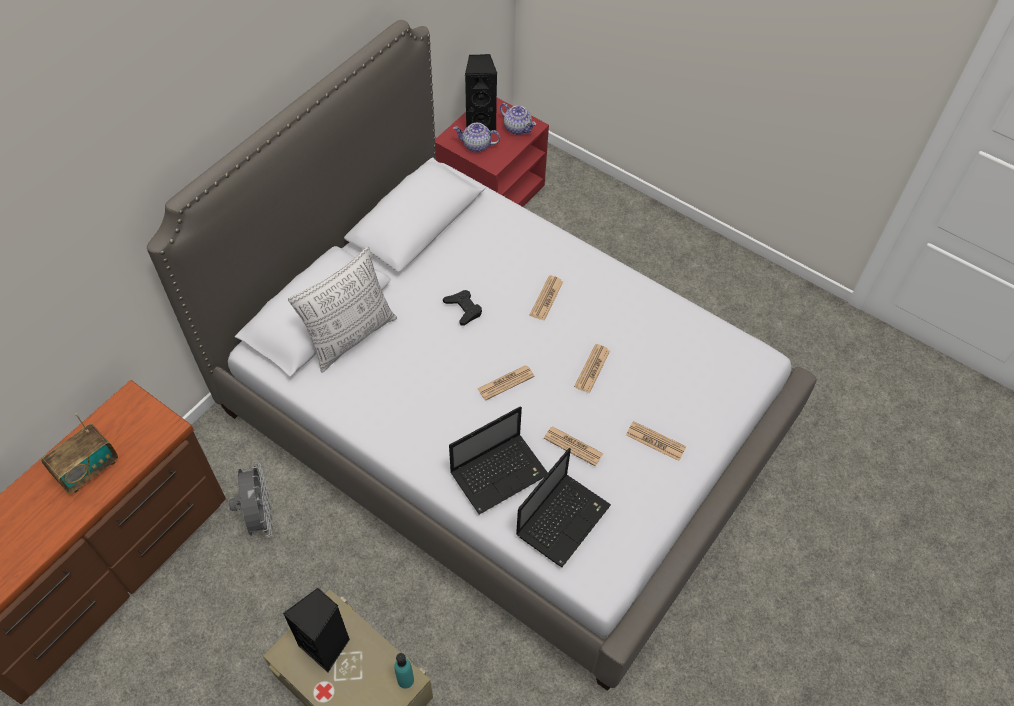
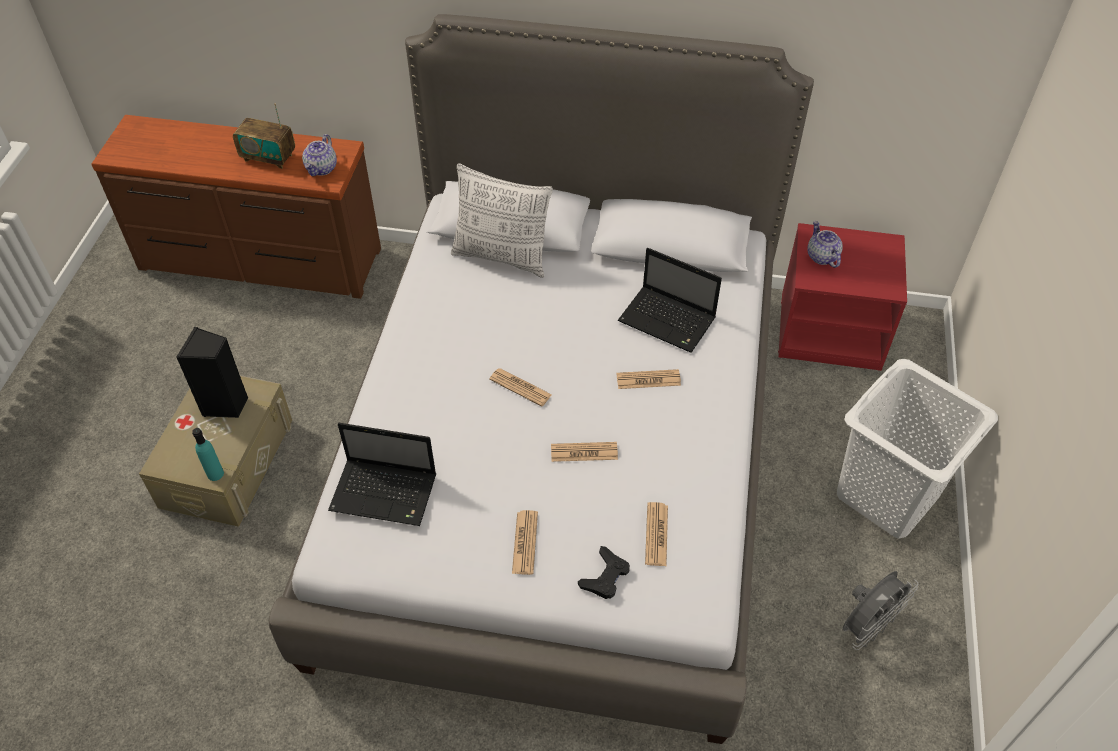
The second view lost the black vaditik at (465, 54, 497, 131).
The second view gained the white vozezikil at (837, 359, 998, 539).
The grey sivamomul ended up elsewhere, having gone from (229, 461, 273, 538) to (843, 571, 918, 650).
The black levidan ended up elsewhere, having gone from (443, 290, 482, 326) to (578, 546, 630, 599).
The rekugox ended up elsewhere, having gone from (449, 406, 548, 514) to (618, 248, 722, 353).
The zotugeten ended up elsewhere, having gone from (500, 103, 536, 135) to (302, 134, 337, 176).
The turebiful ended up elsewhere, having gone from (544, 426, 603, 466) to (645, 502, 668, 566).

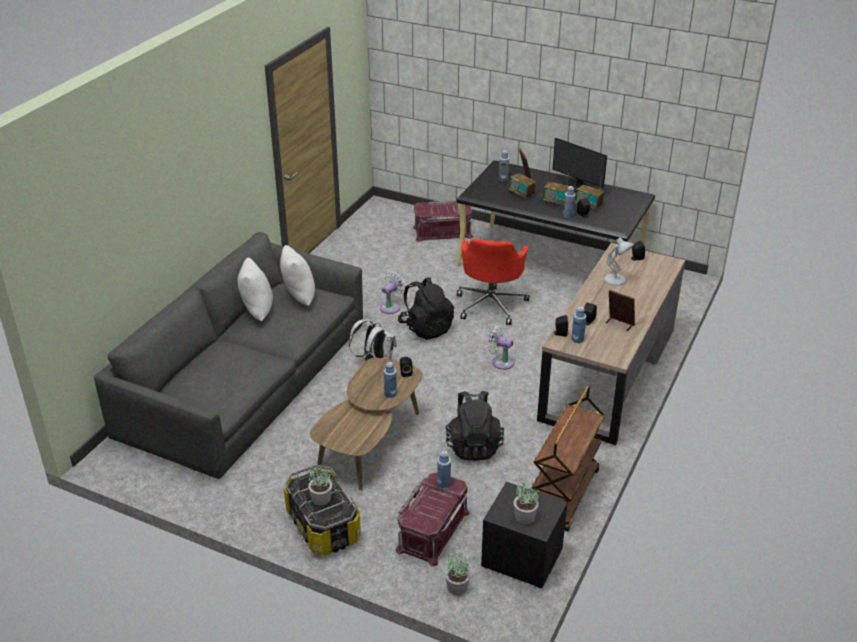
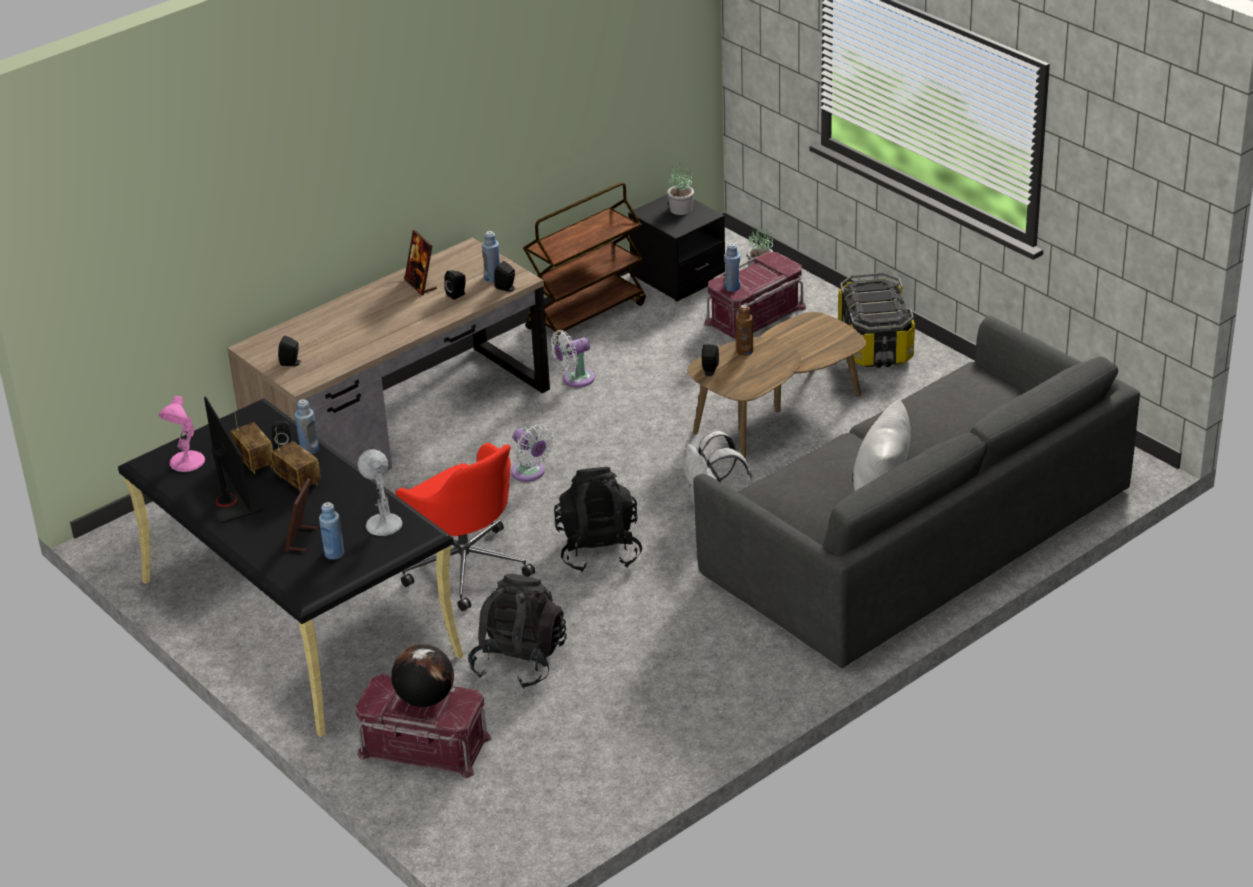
The second view lost the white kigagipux at (280, 245, 315, 306).
The second view lost the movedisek at (308, 464, 332, 506).
The second view lost the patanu at (508, 173, 536, 200).
The second view gained the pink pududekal at (158, 396, 205, 472).
The second view gained the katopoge at (391, 644, 454, 707).
The white sivamomul ended up elsewhere, having gone from (380, 272, 406, 314) to (551, 330, 595, 387).
The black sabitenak ended up elsewhere, having gone from (445, 391, 504, 461) to (468, 574, 567, 689).
The white pududekal ended up elsewhere, having gone from (604, 238, 634, 286) to (358, 449, 403, 536).
What was the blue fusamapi at (384, 362, 397, 398) turned into the brown fusamapi at (736, 304, 753, 356).
The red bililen at (457, 239, 530, 325) ended up facing another way, 105 degrees clockwise from before.

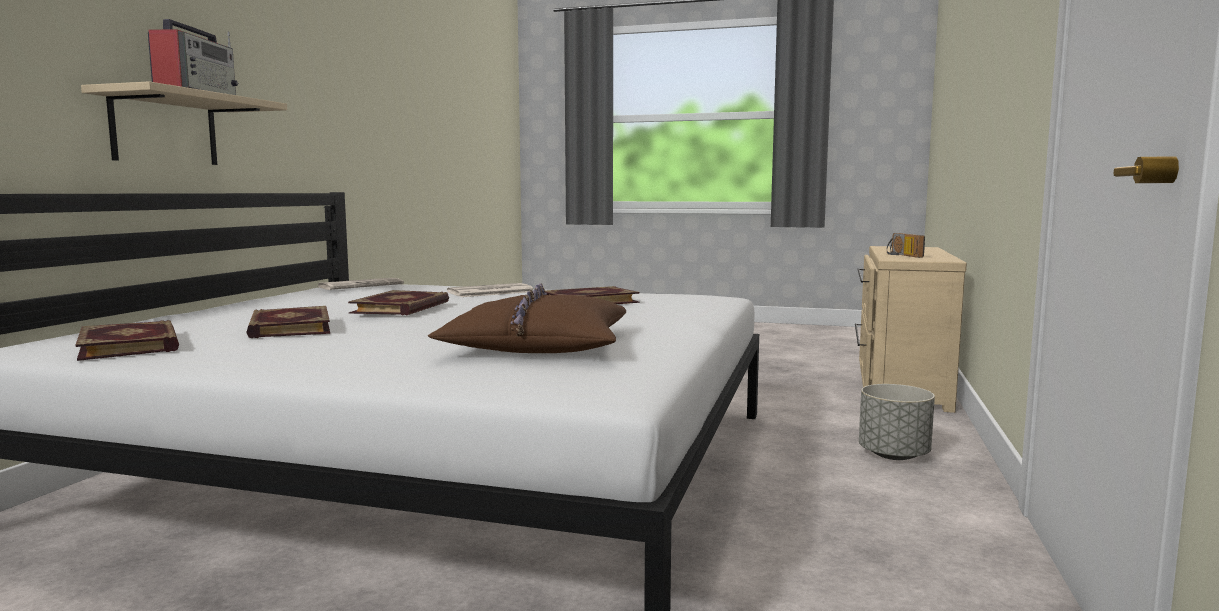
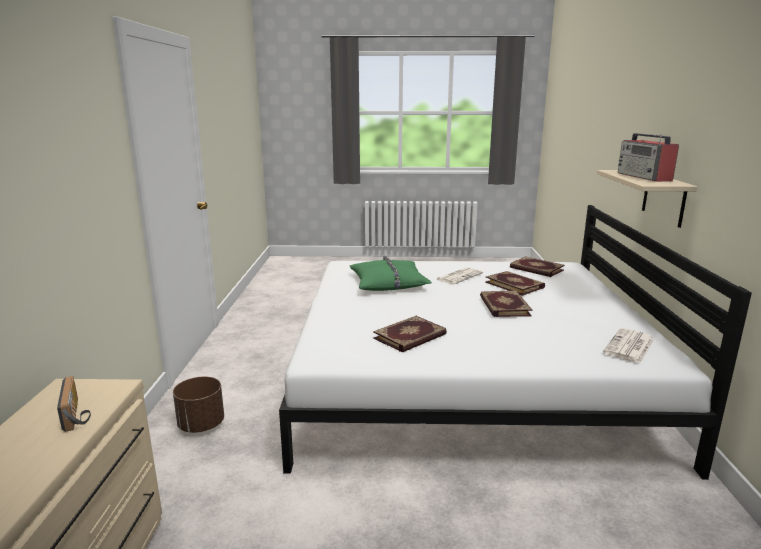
The turebiful ended up elsewhere, having gone from (447, 283, 533, 297) to (437, 267, 483, 284).
What was the brown kigagipux at (428, 283, 626, 353) turned into the green kigagipux at (350, 256, 432, 291).
What was the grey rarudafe at (859, 384, 935, 460) turned into the brown rarudafe at (173, 377, 224, 433).

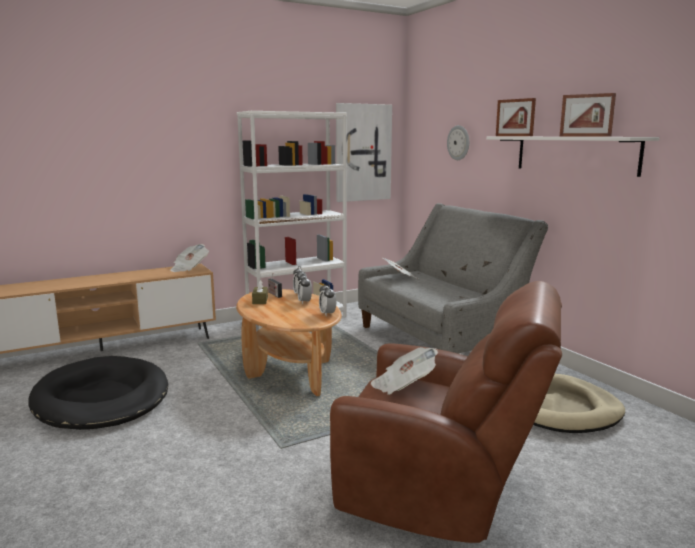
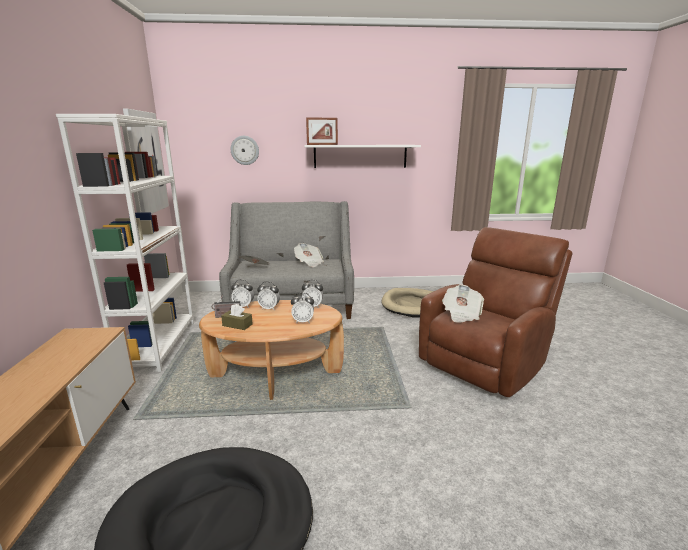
The second view lost the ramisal at (560, 93, 616, 137).
The second view gained the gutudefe at (291, 293, 314, 323).
The turebiful ended up elsewhere, having gone from (170, 244, 209, 272) to (294, 243, 324, 267).

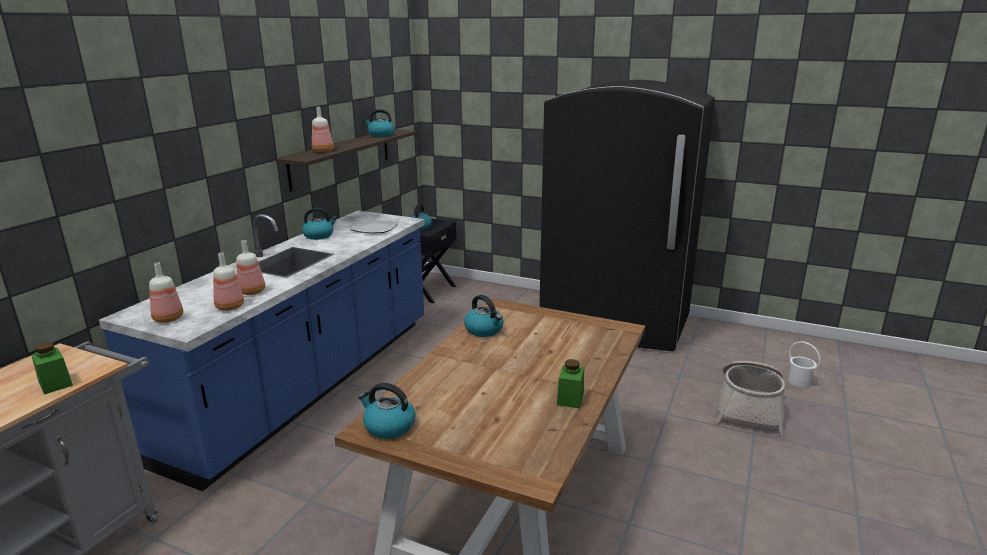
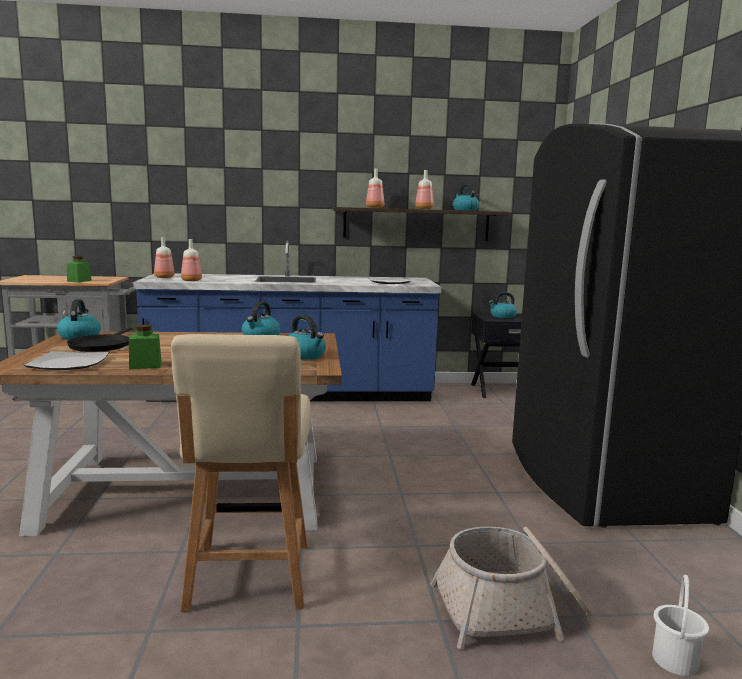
The second view gained the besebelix at (24, 351, 109, 370).
The second view gained the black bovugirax at (67, 327, 133, 352).
The second view gained the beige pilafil at (171, 334, 311, 612).
The fusamapi ended up elsewhere, having gone from (236, 240, 265, 295) to (415, 170, 434, 209).
The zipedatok ended up elsewhere, having gone from (302, 208, 337, 240) to (288, 315, 326, 360).

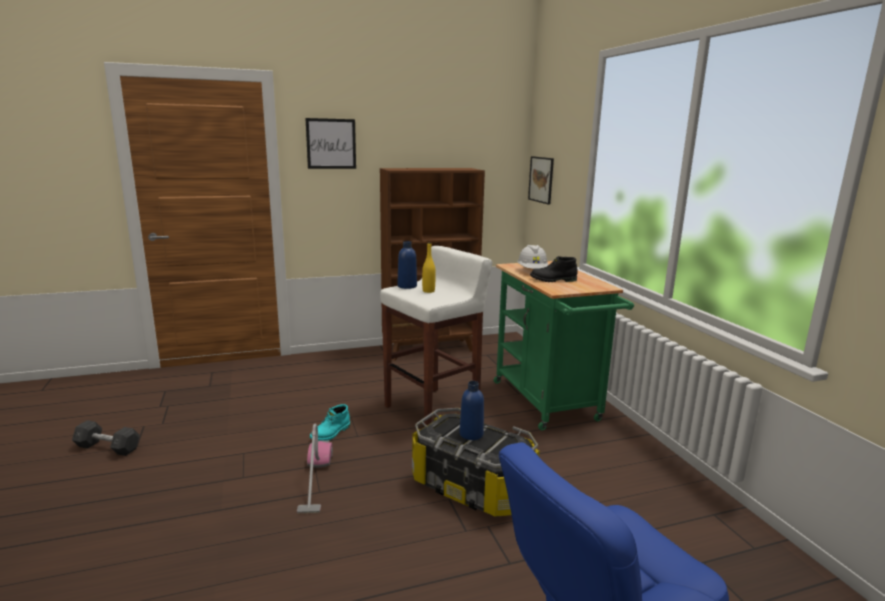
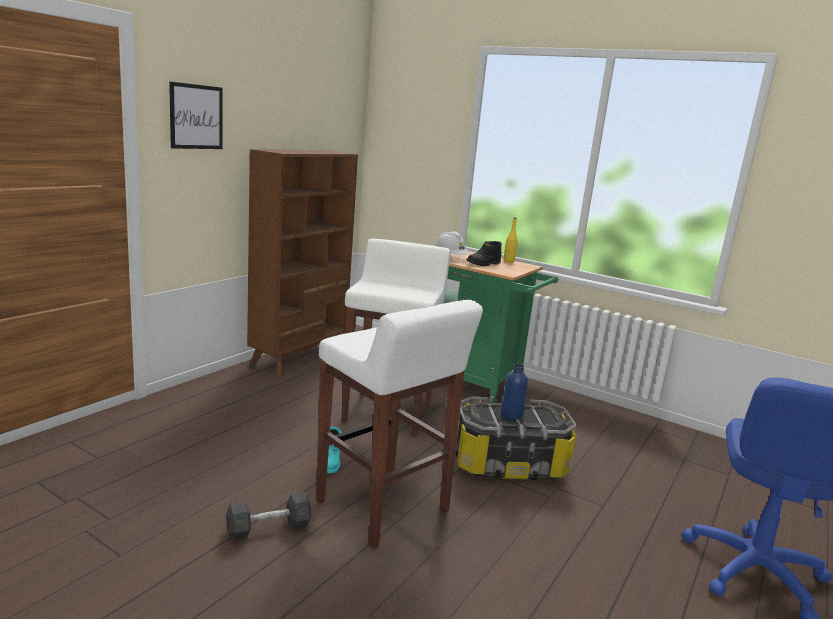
The second view lost the blue fusamapi at (397, 241, 417, 289).
The second view lost the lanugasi at (528, 156, 554, 205).
The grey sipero ended up elsewhere, having gone from (72, 420, 140, 456) to (226, 492, 312, 541).
The yellow fusamapi ended up elsewhere, having gone from (422, 242, 436, 293) to (504, 218, 518, 263).
Where the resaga stood at (297, 423, 333, 513), the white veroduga came to stand at (316, 300, 483, 549).

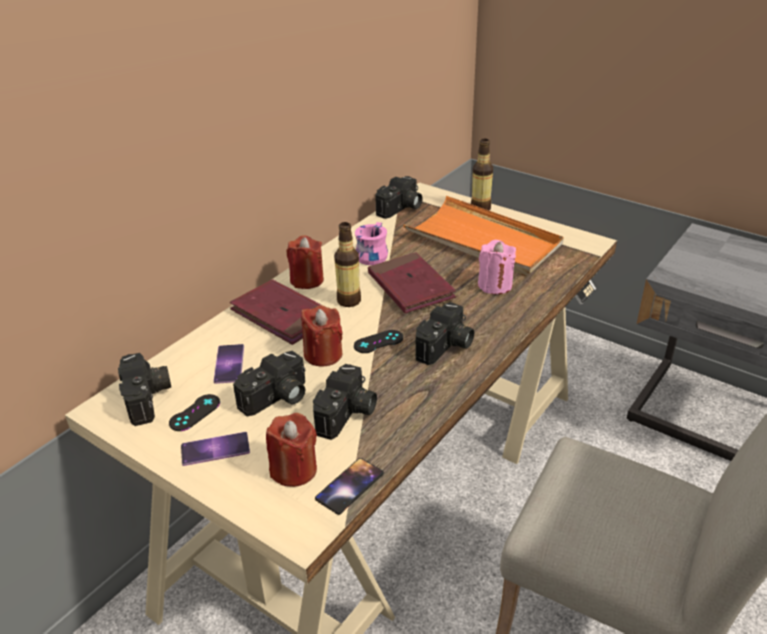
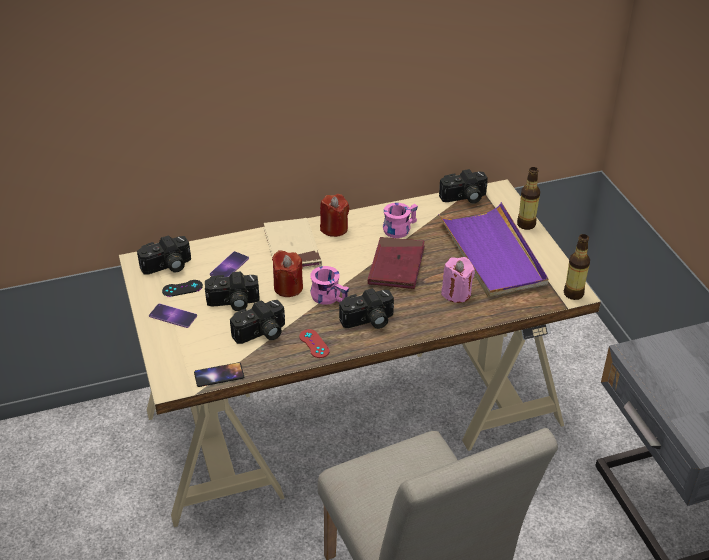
The second view lost the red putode at (266, 413, 317, 487).
The second view gained the red levidan at (299, 329, 330, 358).
The fusamapi ended up elsewhere, having gone from (334, 222, 361, 307) to (564, 234, 590, 300).
Where the black levidan stood at (354, 330, 403, 353), the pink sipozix came to stand at (310, 266, 349, 305).
What was the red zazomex at (230, 279, 321, 345) turned into the beige zazomex at (264, 218, 322, 268).
What was the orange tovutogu at (404, 196, 564, 276) turned into the purple tovutogu at (439, 202, 548, 297).
The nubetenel at (118, 353, 171, 426) ended up facing another way, 45 degrees clockwise from before.

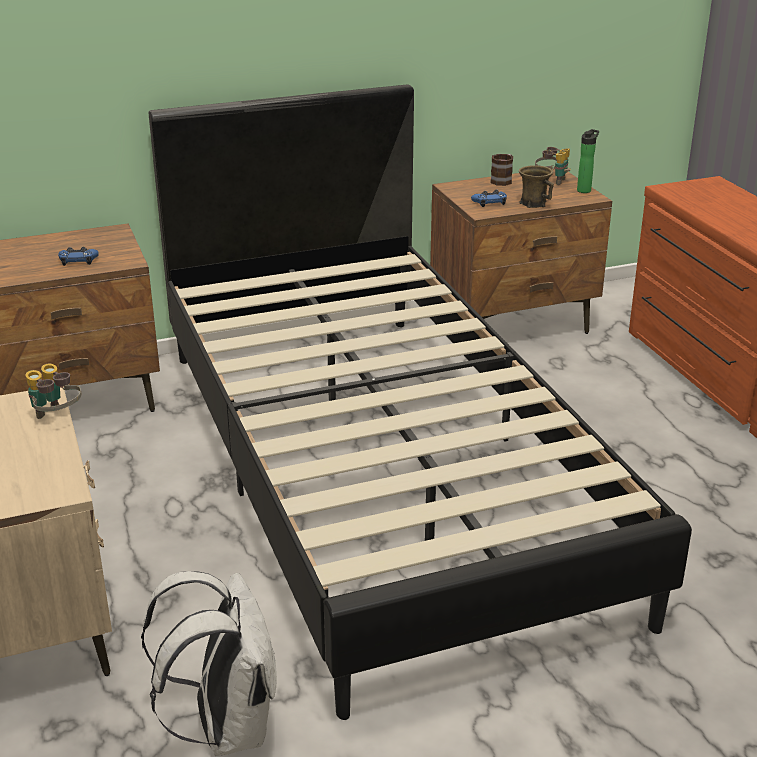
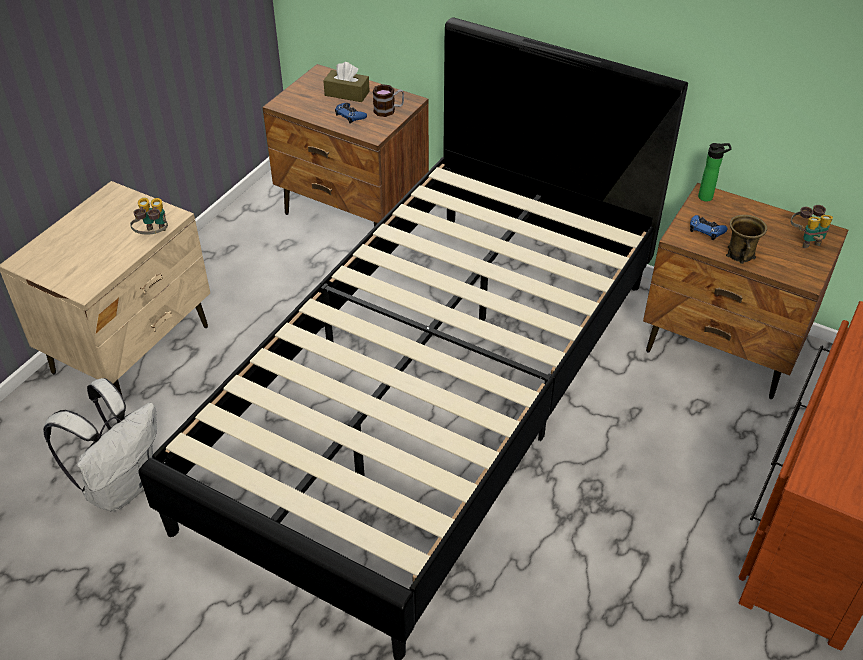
The second view gained the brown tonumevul at (323, 62, 370, 102).
The sipozix ended up elsewhere, having gone from (490, 154, 513, 186) to (373, 84, 404, 117).
The fusamapi ended up elsewhere, having gone from (577, 129, 599, 193) to (698, 143, 732, 202).

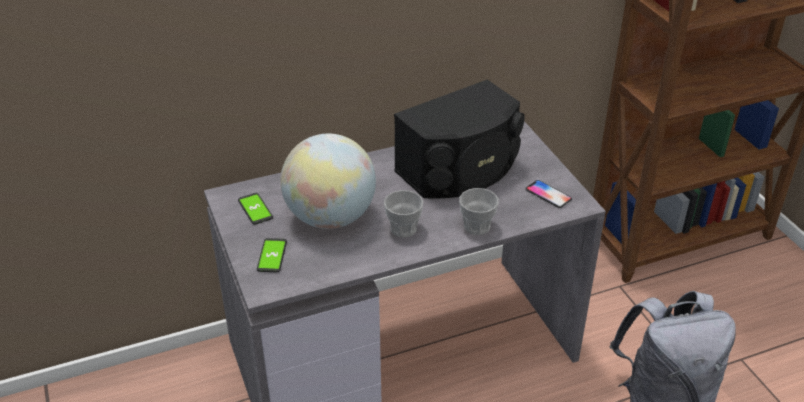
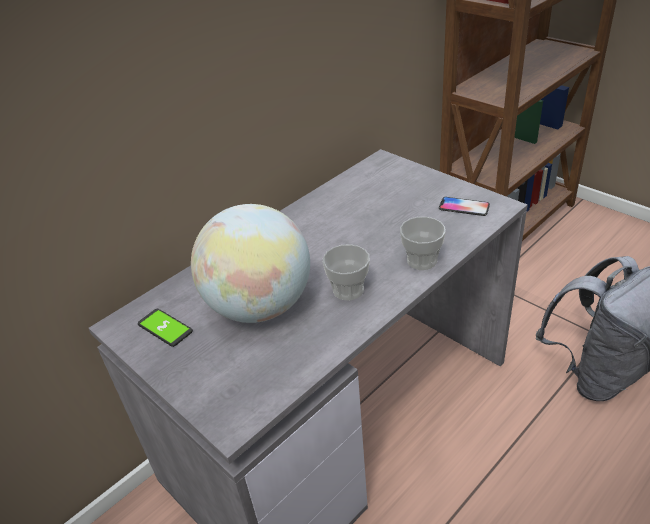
The second view lost the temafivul at (257, 238, 287, 272).
The second view lost the black vaditik at (394, 79, 525, 199).

